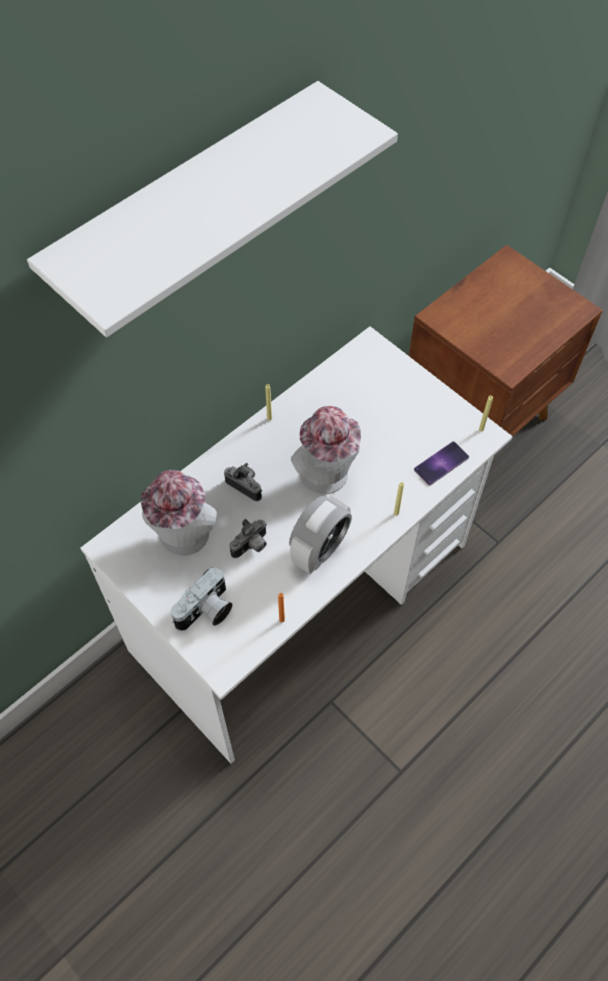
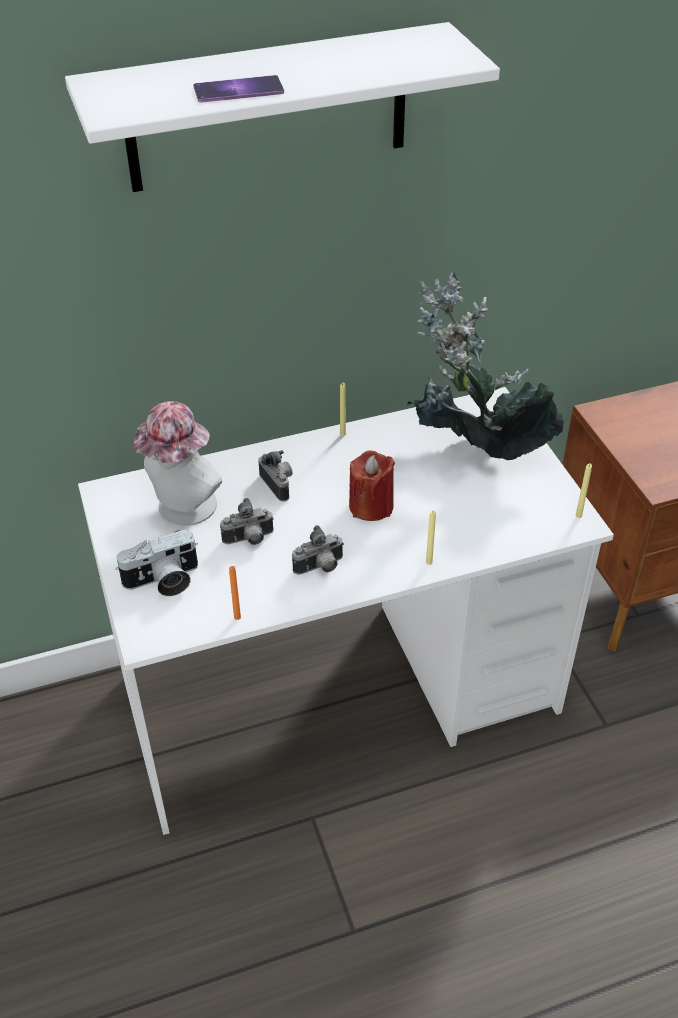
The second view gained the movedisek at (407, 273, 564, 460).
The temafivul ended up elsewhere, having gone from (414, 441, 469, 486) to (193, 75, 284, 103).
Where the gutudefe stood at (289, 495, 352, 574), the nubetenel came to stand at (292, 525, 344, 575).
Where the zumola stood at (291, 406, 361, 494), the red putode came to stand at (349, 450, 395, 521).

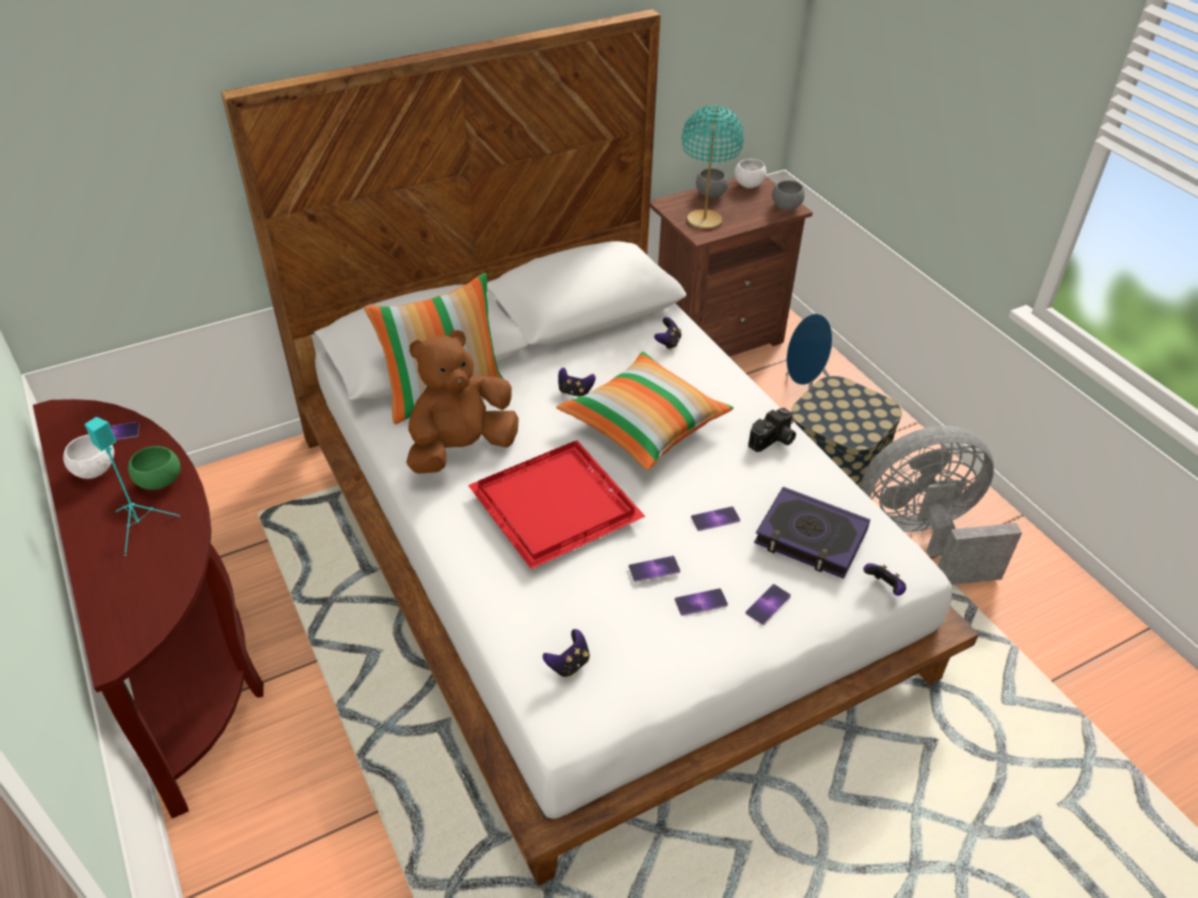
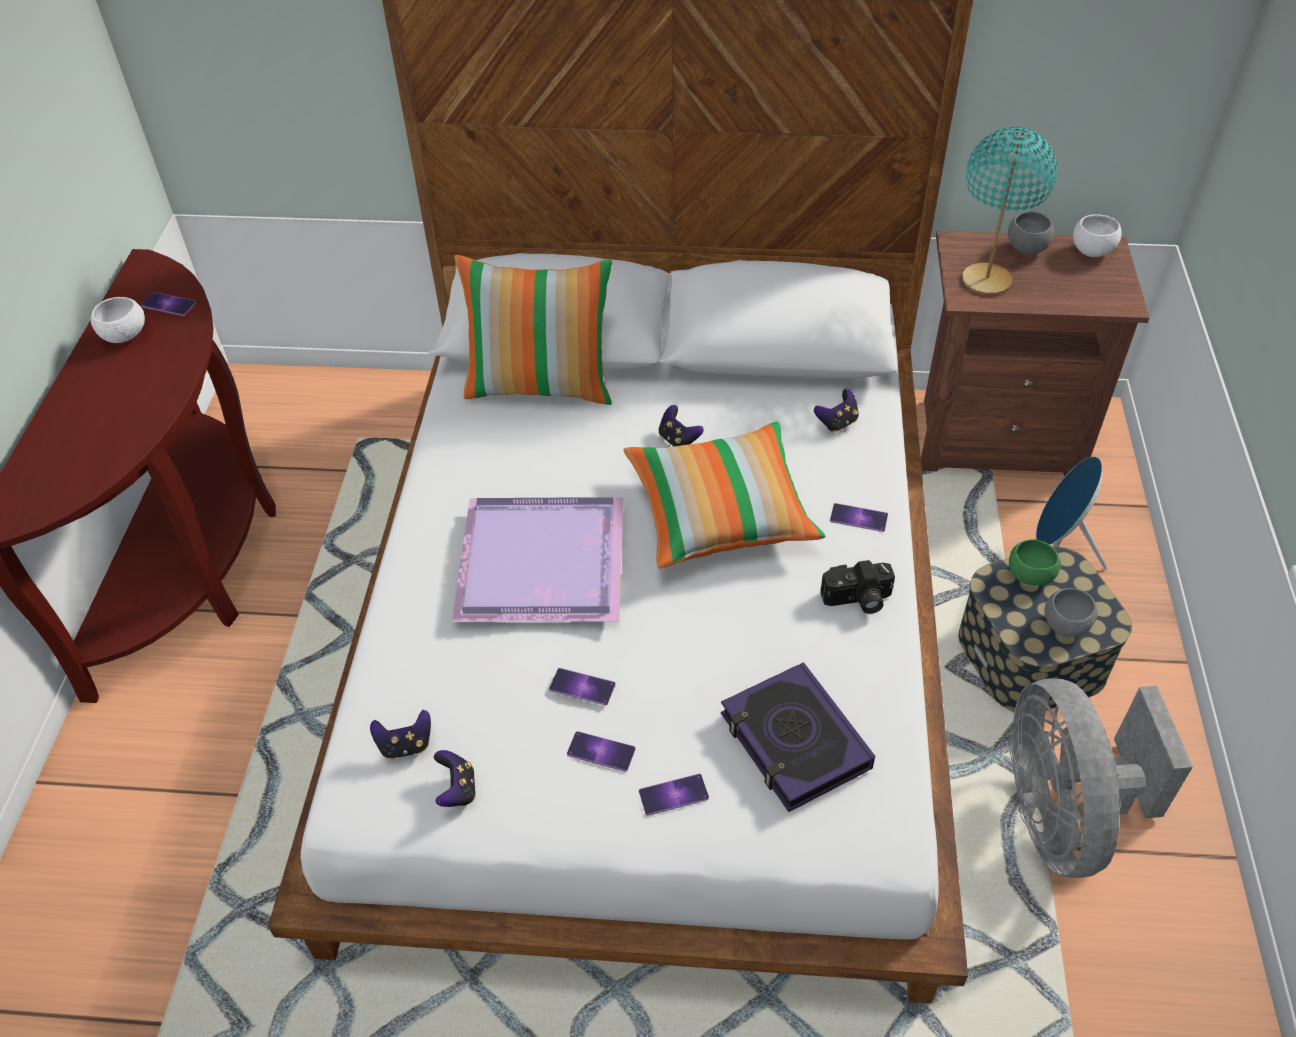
The second view lost the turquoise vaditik at (85, 417, 180, 556).
The second view lost the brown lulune at (406, 330, 519, 474).
The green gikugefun ended up elsewhere, having gone from (128, 446, 180, 490) to (1009, 539, 1061, 585).
The temafivul ended up elsewhere, having gone from (691, 506, 740, 531) to (830, 503, 888, 532).
The grey gikugefun ended up elsewhere, having gone from (772, 180, 805, 211) to (1044, 588, 1098, 637).
The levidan ended up elsewhere, having gone from (863, 563, 906, 596) to (434, 750, 476, 807).
What was the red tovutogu at (468, 440, 646, 569) turned into the purple tovutogu at (452, 497, 623, 622).
The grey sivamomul at (861, 426, 1022, 585) ended up facing another way, 120 degrees counterclockwise from before.

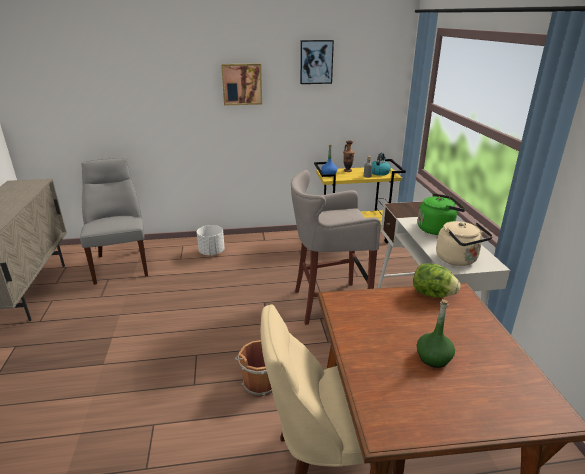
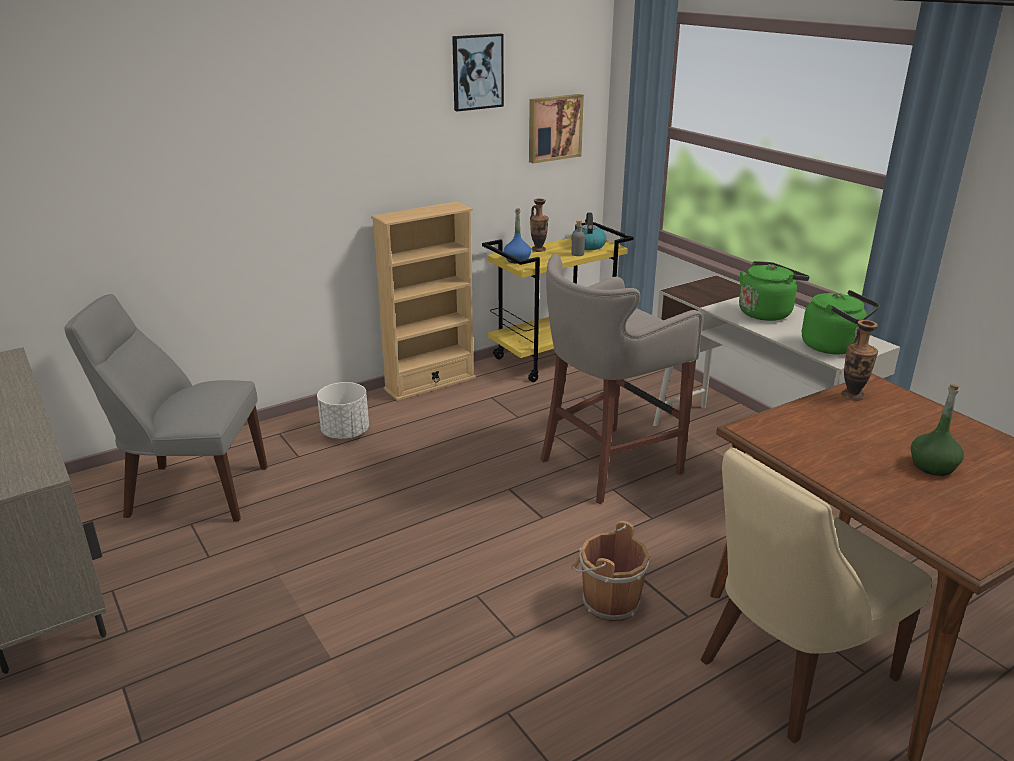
The second view gained the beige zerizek at (371, 201, 476, 401).
The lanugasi ended up elsewhere, having gone from (221, 63, 262, 105) to (529, 94, 584, 163).
Where the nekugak stood at (413, 263, 460, 298), the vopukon came to stand at (841, 320, 878, 401).
What was the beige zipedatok at (436, 221, 493, 266) turned into the green zipedatok at (802, 290, 880, 354).
The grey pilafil at (80, 158, 148, 285) ended up facing another way, 45 degrees counterclockwise from before.

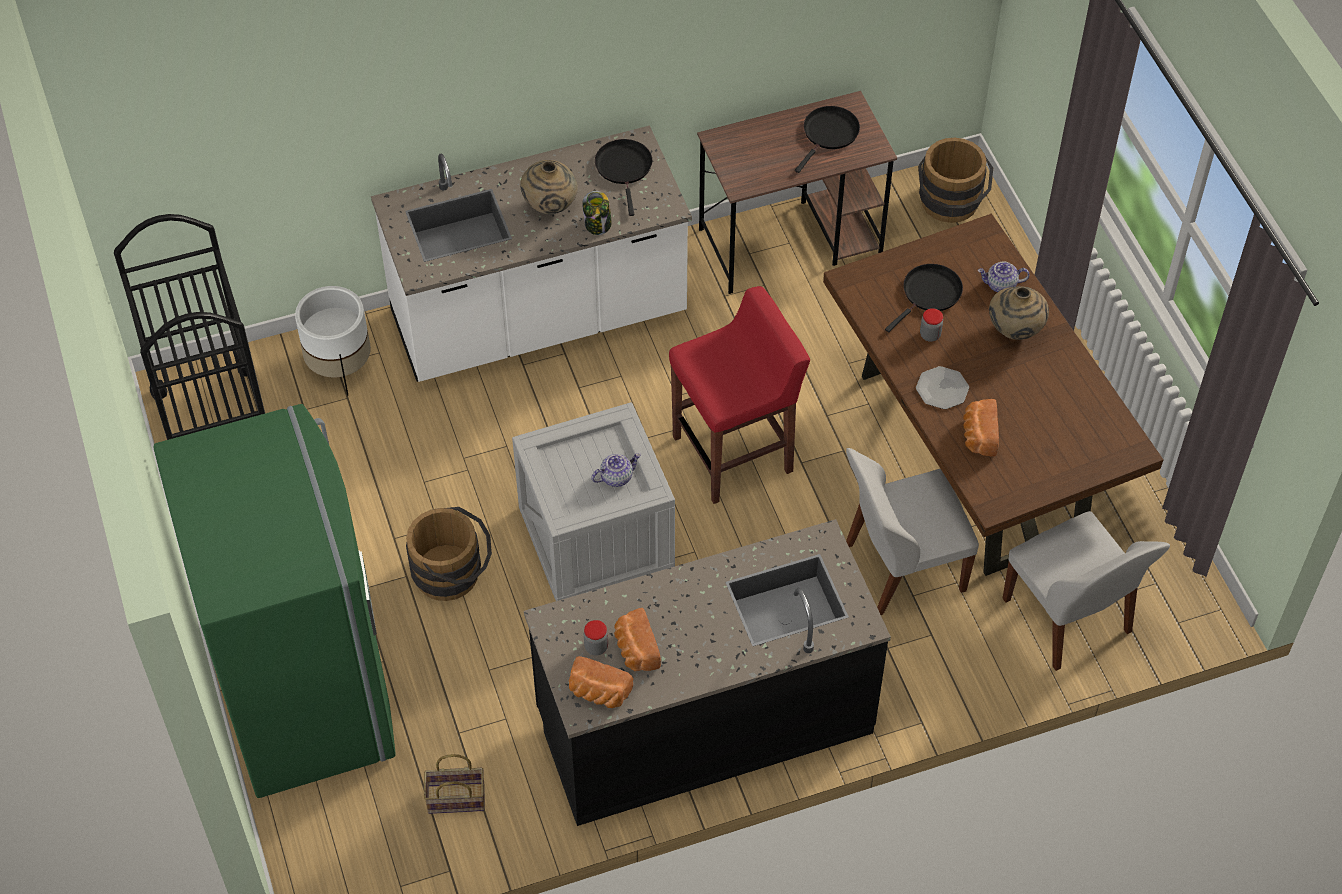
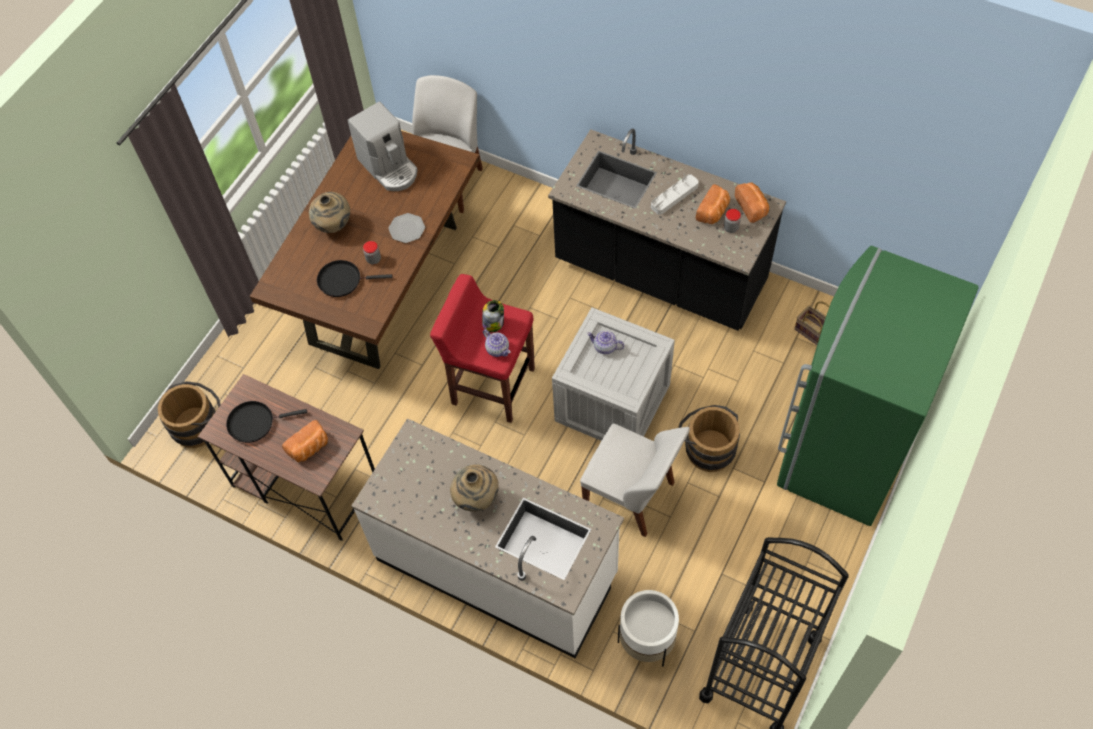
The second view lost the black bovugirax at (595, 139, 652, 216).
The second view gained the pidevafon at (347, 101, 418, 191).
The second view gained the grey tovutogu at (651, 174, 699, 215).
The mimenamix ended up elsewhere, having gone from (582, 191, 612, 235) to (482, 300, 504, 333).
The white pilafil ended up elsewhere, having gone from (846, 448, 979, 615) to (580, 423, 690, 537).
The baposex ended up elsewhere, having gone from (963, 399, 999, 456) to (282, 420, 328, 463).
The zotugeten ended up elsewhere, having gone from (978, 262, 1030, 292) to (483, 329, 510, 357).

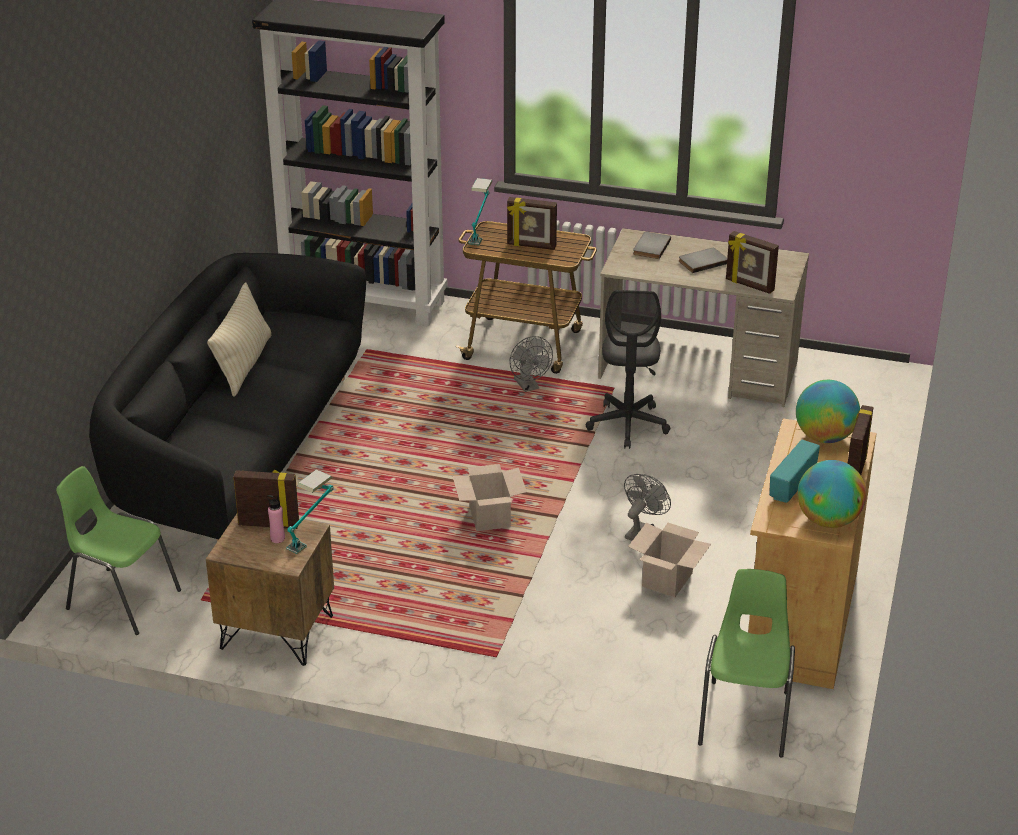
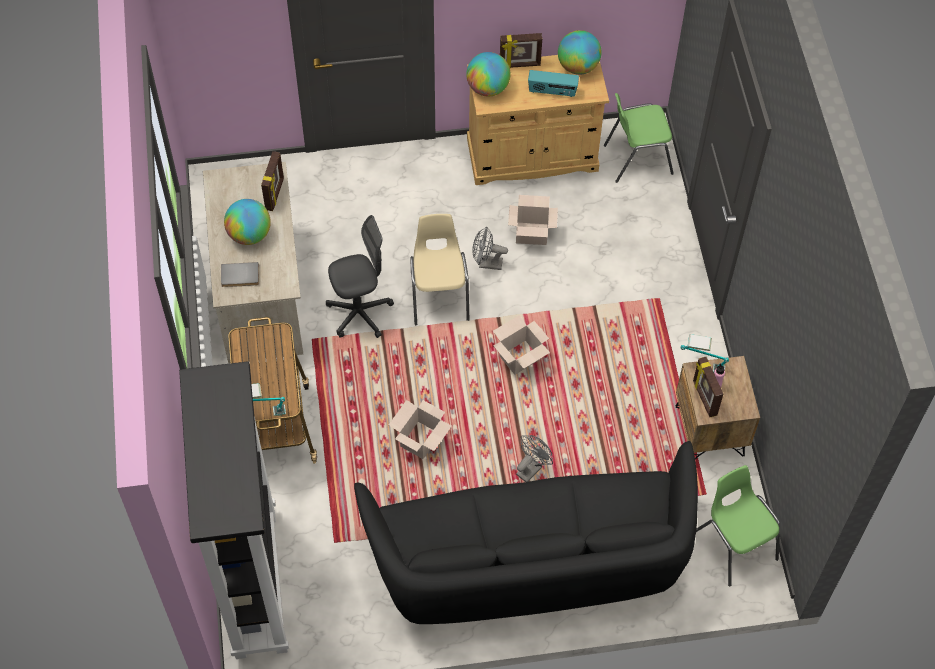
The second view lost the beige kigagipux at (207, 282, 271, 397).
The second view lost the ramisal at (507, 197, 557, 250).
The second view gained the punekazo at (389, 400, 452, 459).
The second view gained the beige pilafil at (410, 214, 469, 325).
The grey sivamomul ended up elsewhere, having gone from (510, 336, 553, 392) to (516, 435, 553, 482).
Where the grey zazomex stood at (679, 248, 727, 273), the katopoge came to stand at (224, 199, 271, 245).
The green pilafil at (56, 466, 181, 635) ended up facing another way, 150 degrees clockwise from before.

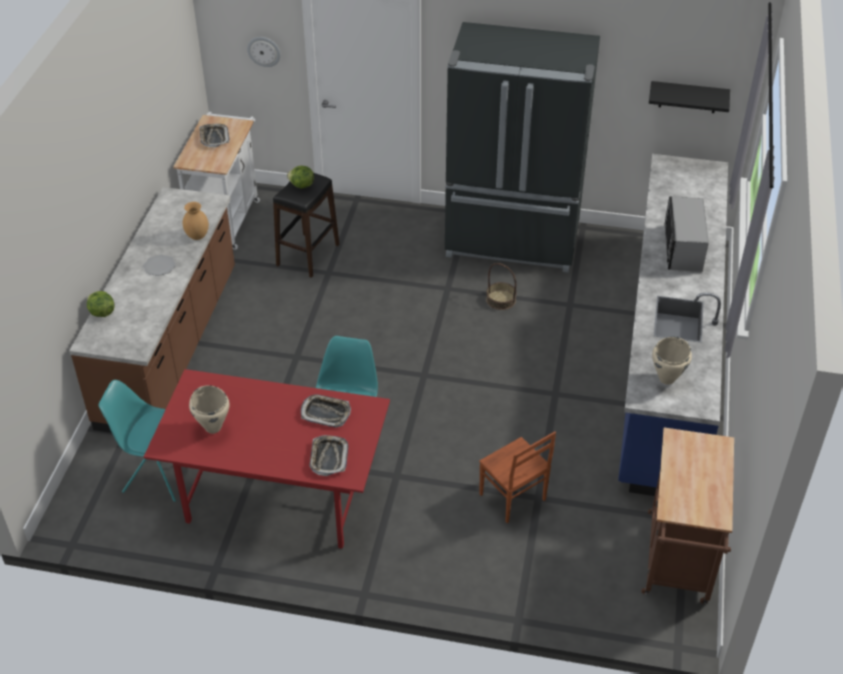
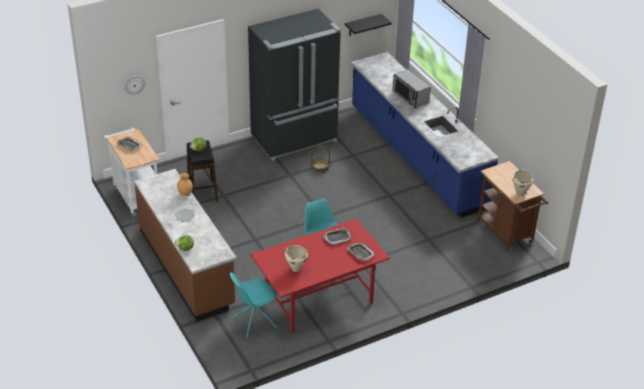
The second view lost the brown pilafil at (479, 431, 556, 523).
The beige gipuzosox ended up elsewhere, having gone from (652, 337, 692, 385) to (513, 170, 533, 196).

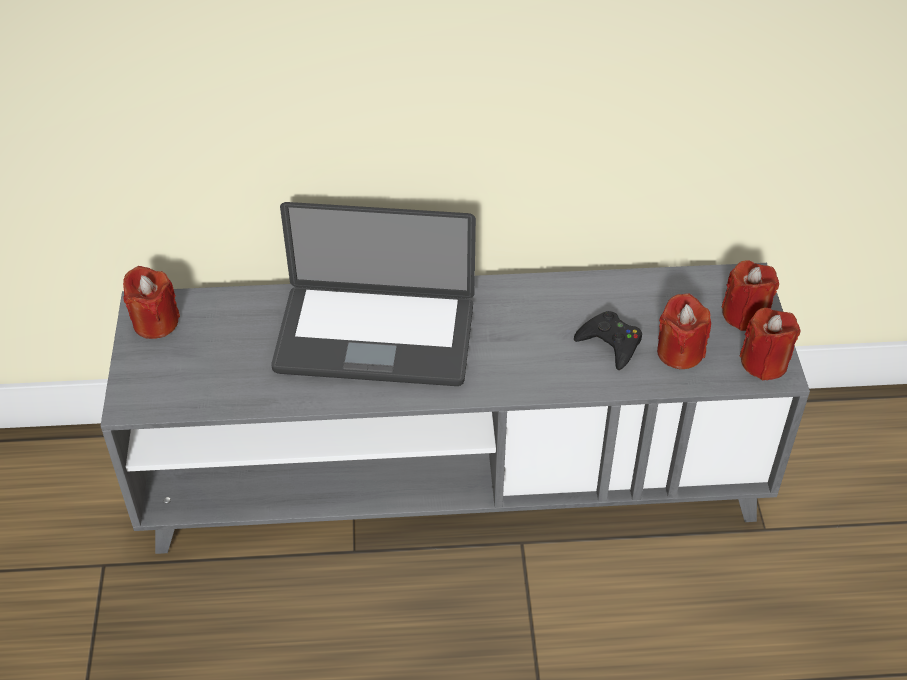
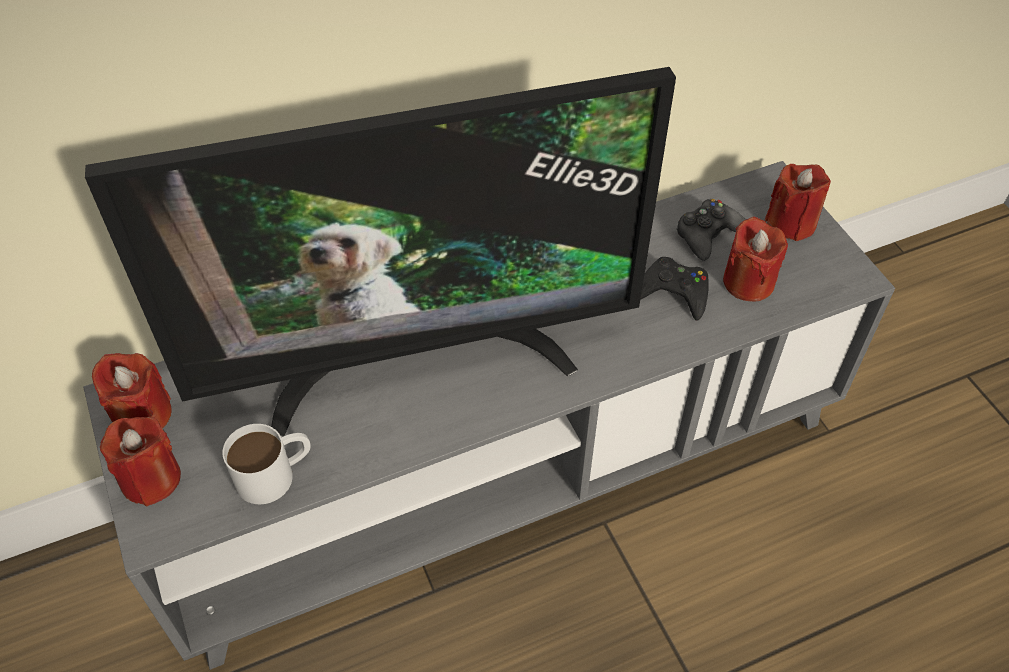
The second view gained the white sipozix at (223, 424, 311, 504).
The second view gained the black levidan at (677, 199, 746, 261).
The red putode ended up elsewhere, having gone from (740, 308, 801, 380) to (100, 417, 181, 506).
Where the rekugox stood at (271, 202, 476, 386), the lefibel came to stand at (85, 67, 676, 437).

